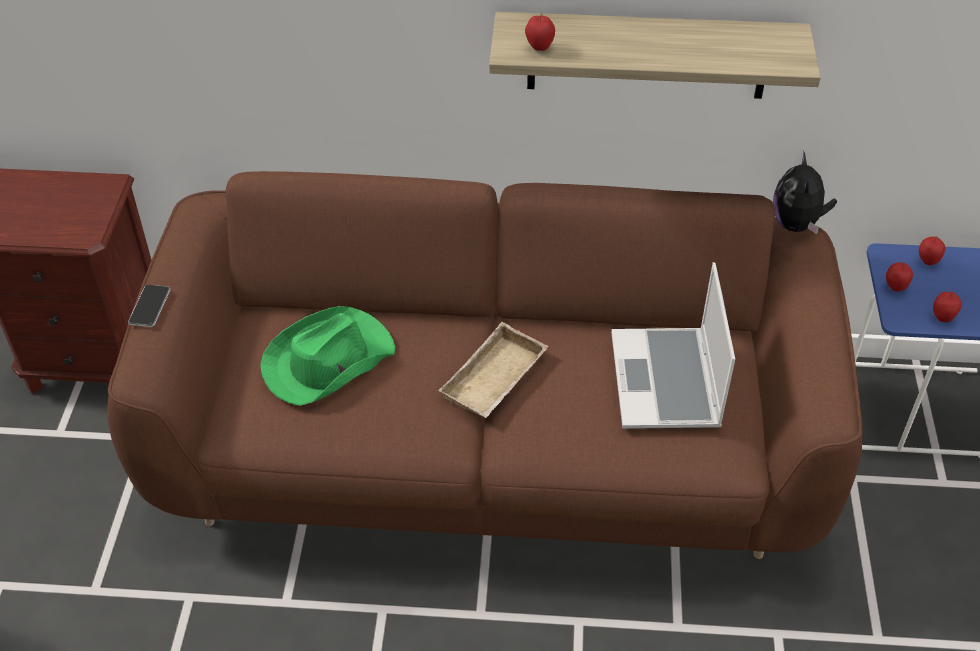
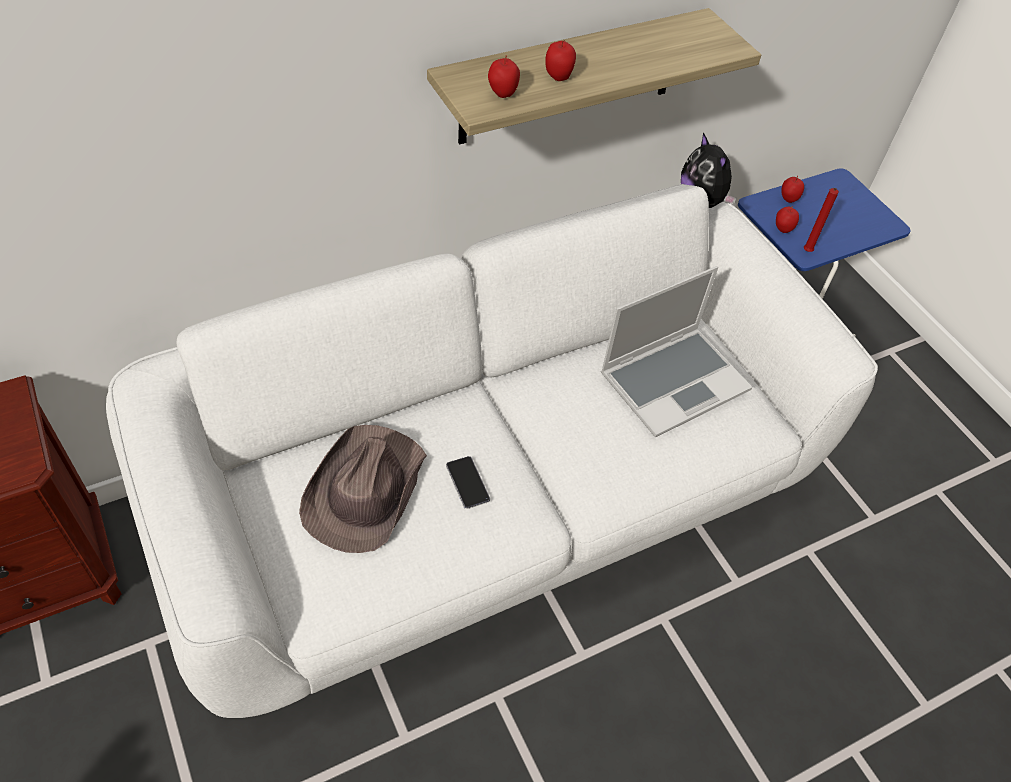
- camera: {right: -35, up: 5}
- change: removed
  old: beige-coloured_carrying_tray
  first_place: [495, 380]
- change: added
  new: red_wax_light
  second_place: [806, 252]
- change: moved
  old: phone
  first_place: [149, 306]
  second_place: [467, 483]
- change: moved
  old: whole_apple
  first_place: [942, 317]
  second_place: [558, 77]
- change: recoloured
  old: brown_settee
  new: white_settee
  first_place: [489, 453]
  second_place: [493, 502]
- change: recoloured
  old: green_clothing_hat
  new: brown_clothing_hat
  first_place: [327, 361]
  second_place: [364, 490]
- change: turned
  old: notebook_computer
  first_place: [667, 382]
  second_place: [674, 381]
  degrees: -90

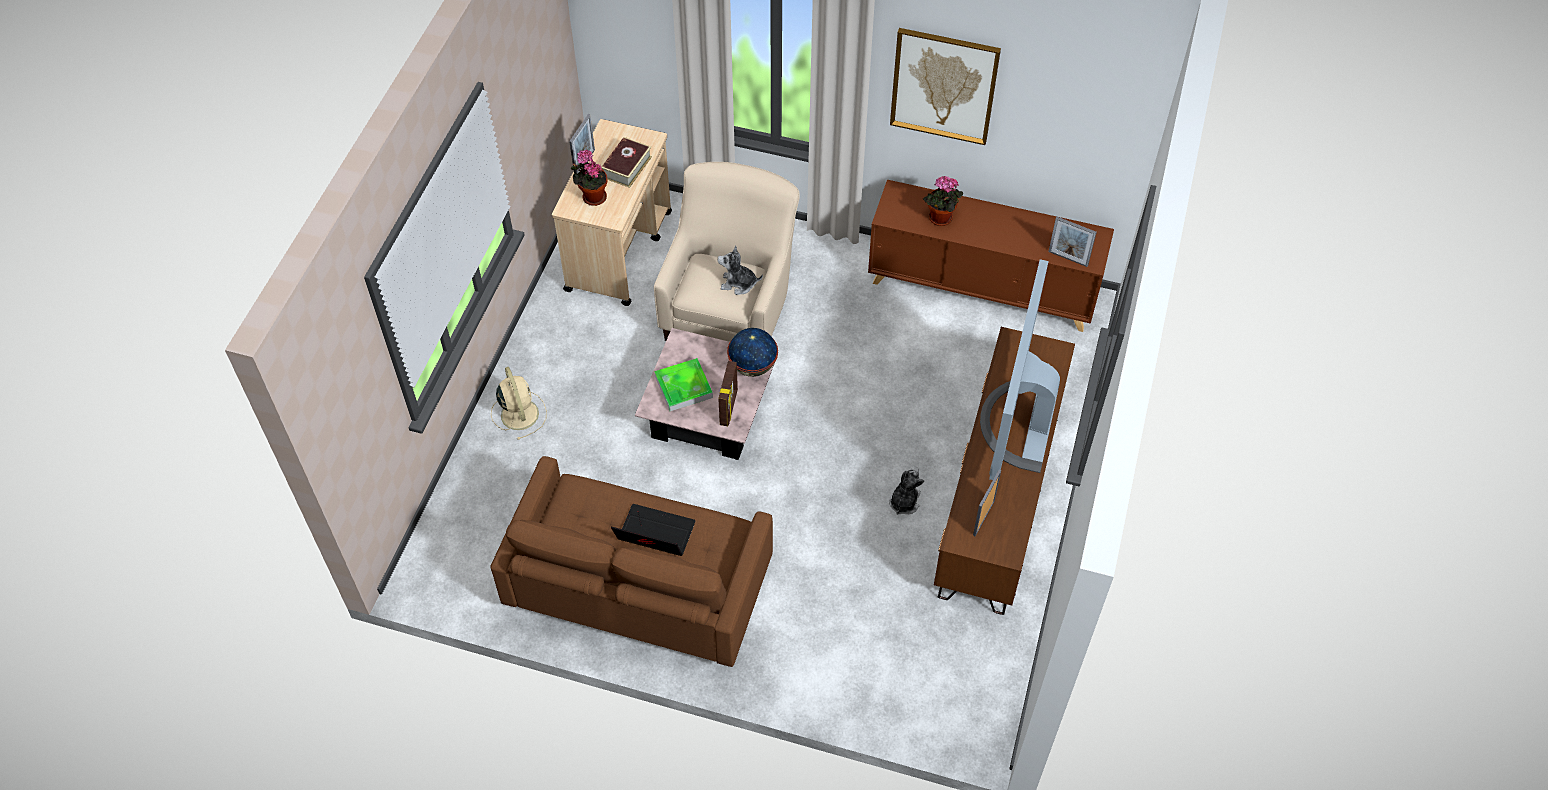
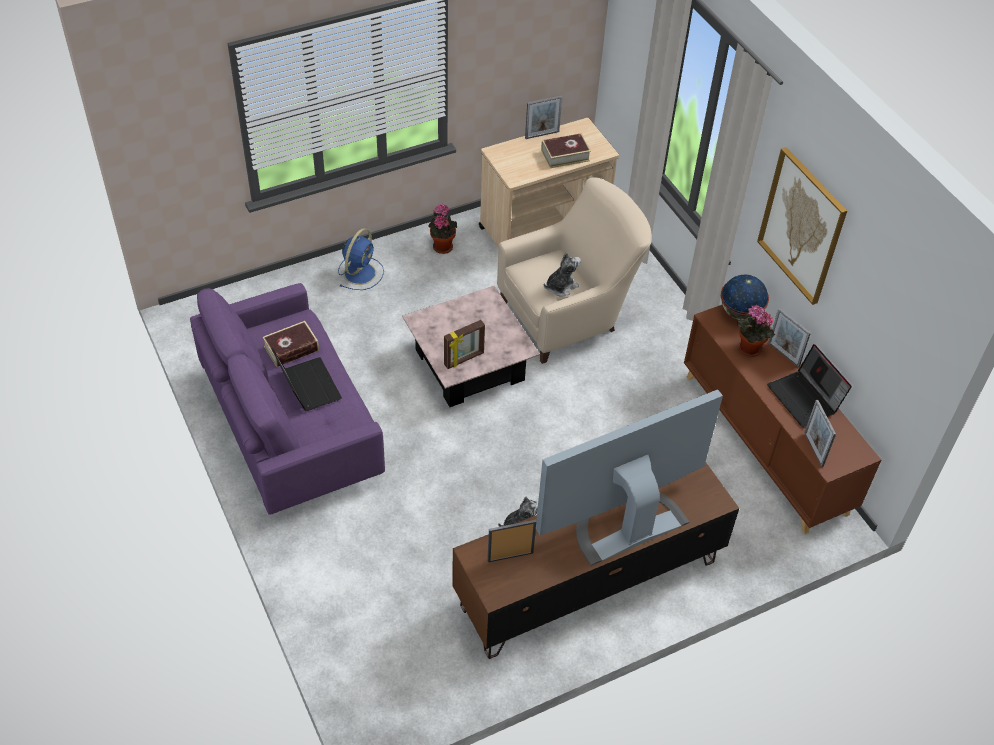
- camera: {right: 45, up: -5}
- change: removed
  old: carrying_tray
  first_place: [683, 387]
- change: added
  new: book
  second_place: [291, 348]
- change: added
  new: notebook_computer
  second_place: [805, 399]
- change: added
  new: photo_frame
  second_place: [783, 354]
- change: moved
  old: potted_plant
  first_place: [592, 197]
  second_place: [442, 246]
- change: moved
  old: world_globe
  first_place: [752, 366]
  second_place: [740, 313]
- change: recoloured
  old: brown_settee
  new: purple-coloured_settee
  first_place: [639, 589]
  second_place: [291, 427]
- change: recoloured
  old: beige-coloured_fan
  new: bluish_fan
  first_place: [519, 413]
  second_place: [360, 272]
- change: turned
  old: cuddly_toy
  first_place: [738, 284]
  second_place: [561, 287]
  degrees: 90

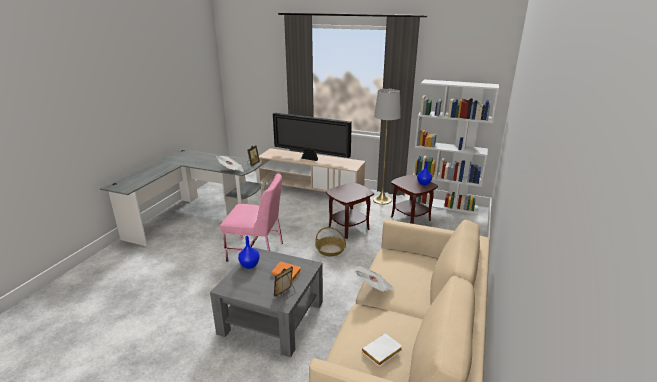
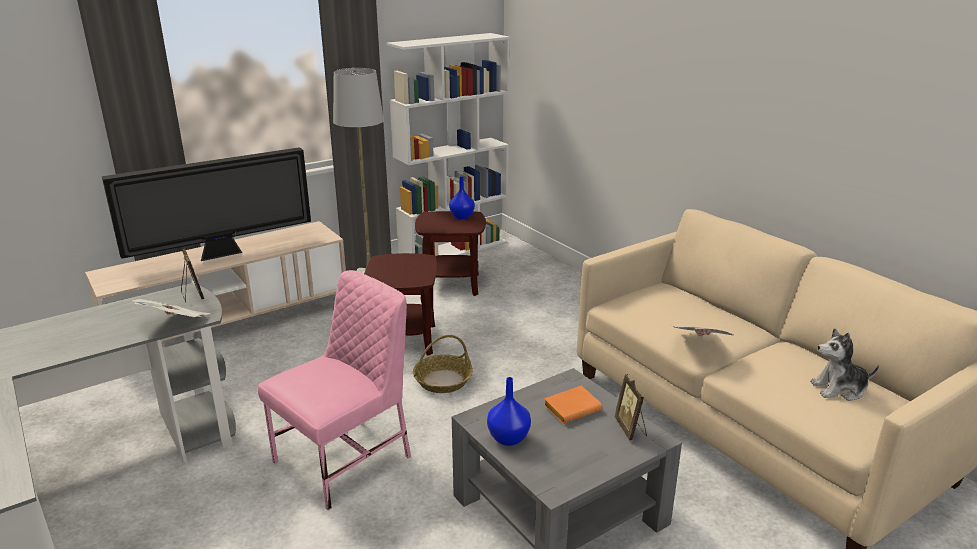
- camera: {right: -55, up: 0}
- change: replaced
  old: white_book
  new: cuddly_toy
  first_place: [382, 353]
  second_place: [839, 389]

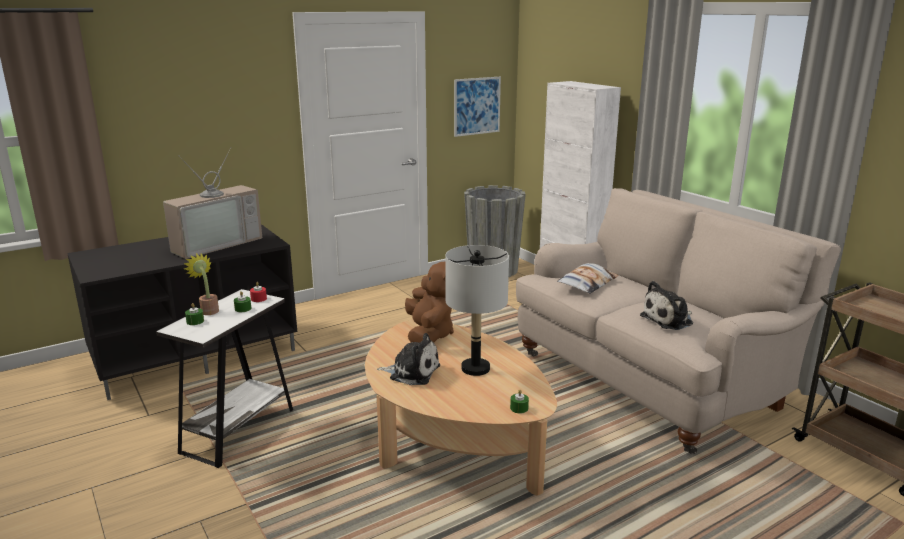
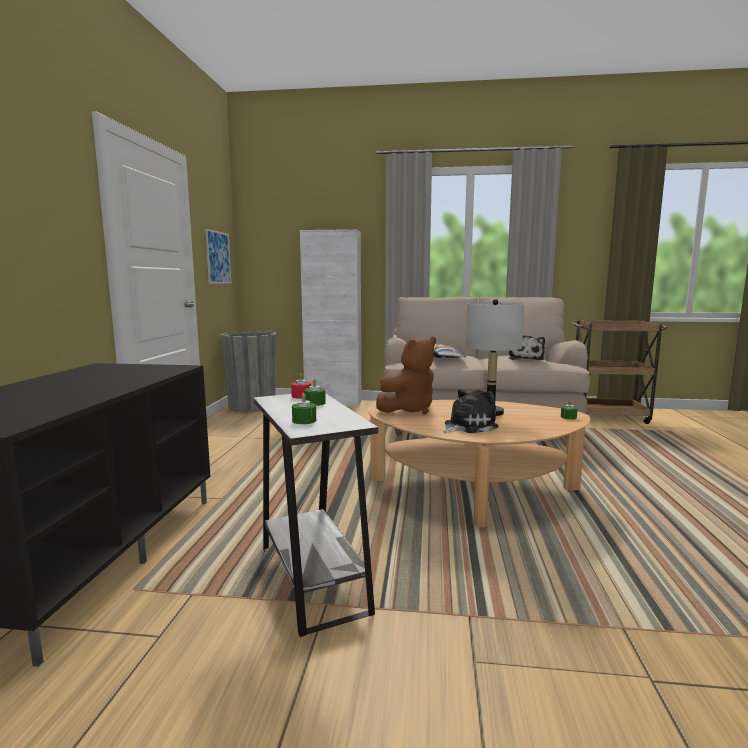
- camera: {right: -50, up: -10}
- change: removed
  old: TV
  first_place: [215, 243]
- change: removed
  old: potted_plant
  first_place: [208, 310]
- change: turned
  old: brown_cuddly_toy
  first_place: [429, 335]
  second_place: [409, 410]
  degrees: 105

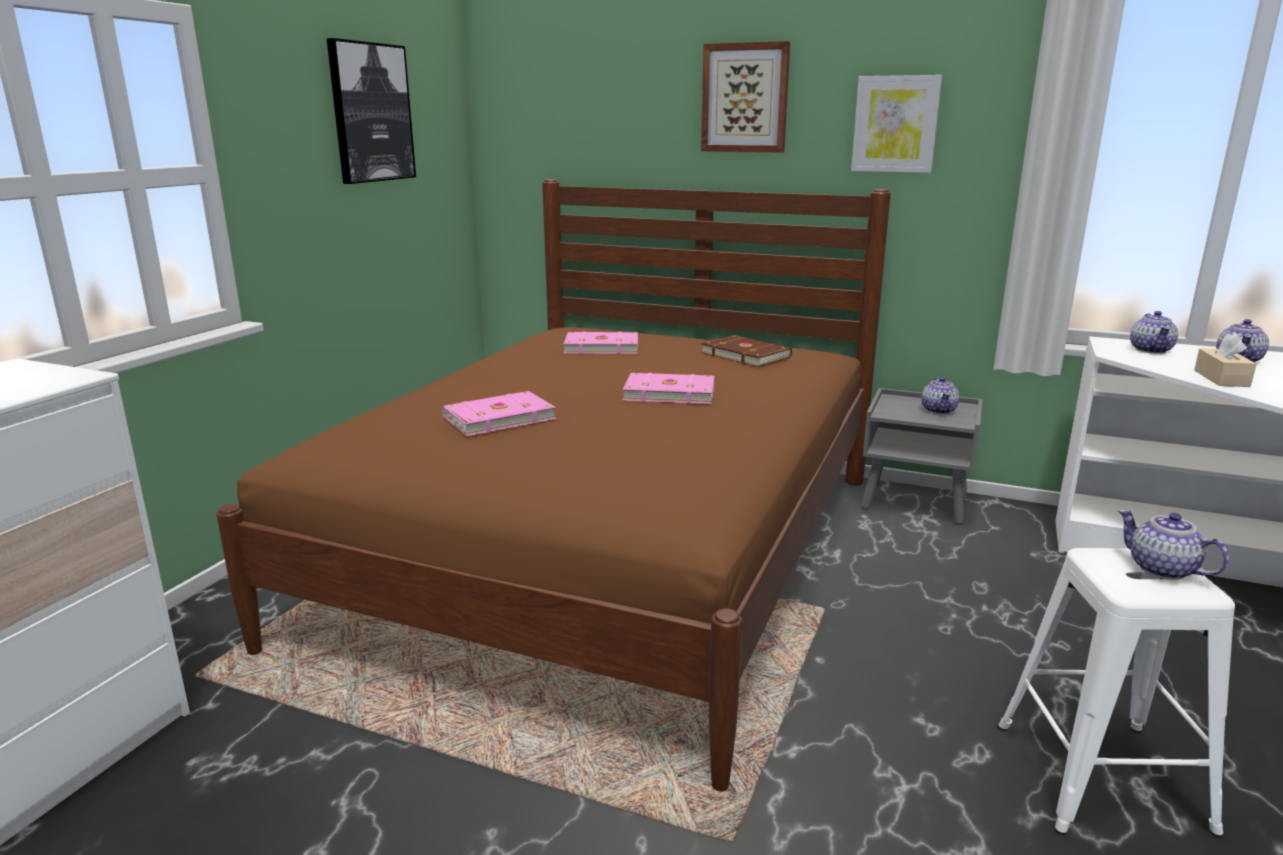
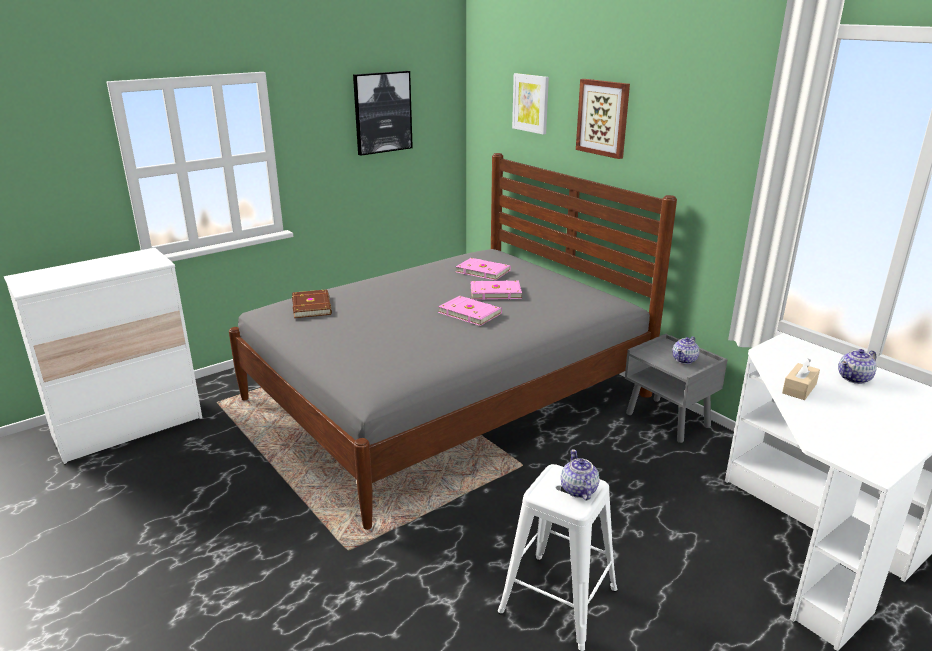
- camera: {right: 30, up: 5}
- change: removed
  old: pot_for_tea
  first_place: [1151, 350]
- change: moved
  old: pink_book
  first_place: [497, 417]
  second_place: [495, 292]
- change: moved
  old: brown_book
  first_place: [746, 354]
  second_place: [312, 306]
- change: moved
  old: wall_picture
  first_place: [895, 124]
  second_place: [531, 103]
- change: recoloured
  old: brown_bed
  new: gray_bed
  first_place: [611, 552]
  second_place: [446, 397]

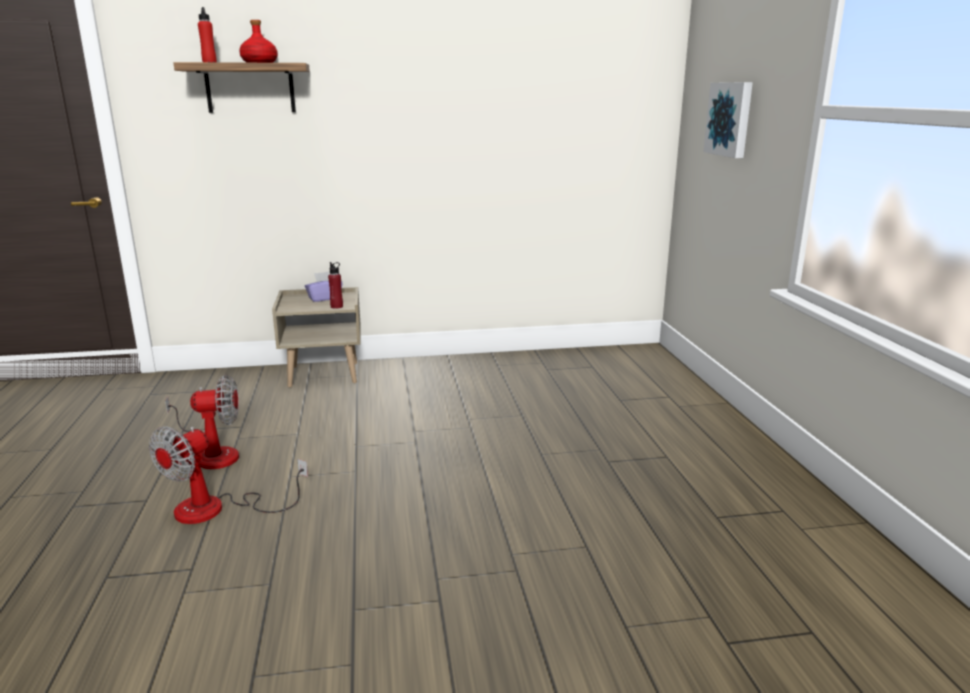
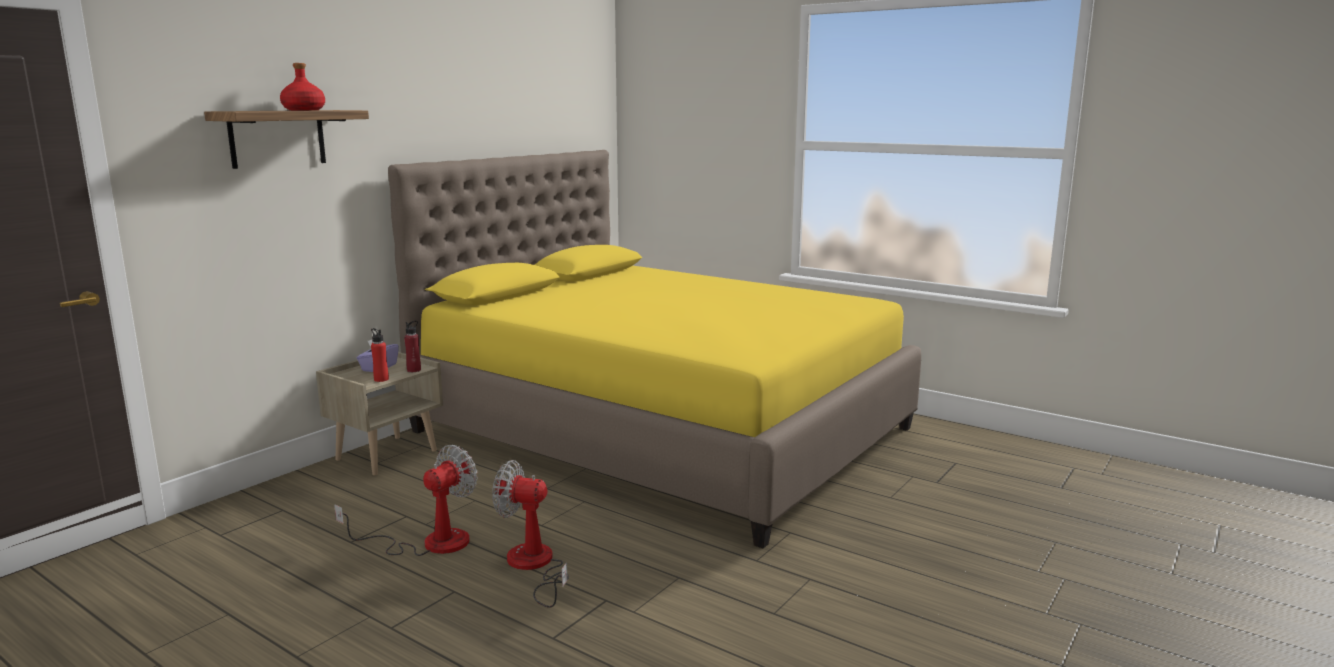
- camera: {right: -45, up: -5}
- change: removed
  old: wall_picture
  first_place: [730, 119]
- change: added
  new: yellow_bed
  second_place: [662, 429]
- change: moved
  old: red_drink_bottle
  first_place: [209, 62]
  second_place: [381, 379]
- change: turned
  old: fan
  first_place: [217, 509]
  second_place: [534, 566]
  degrees: 120

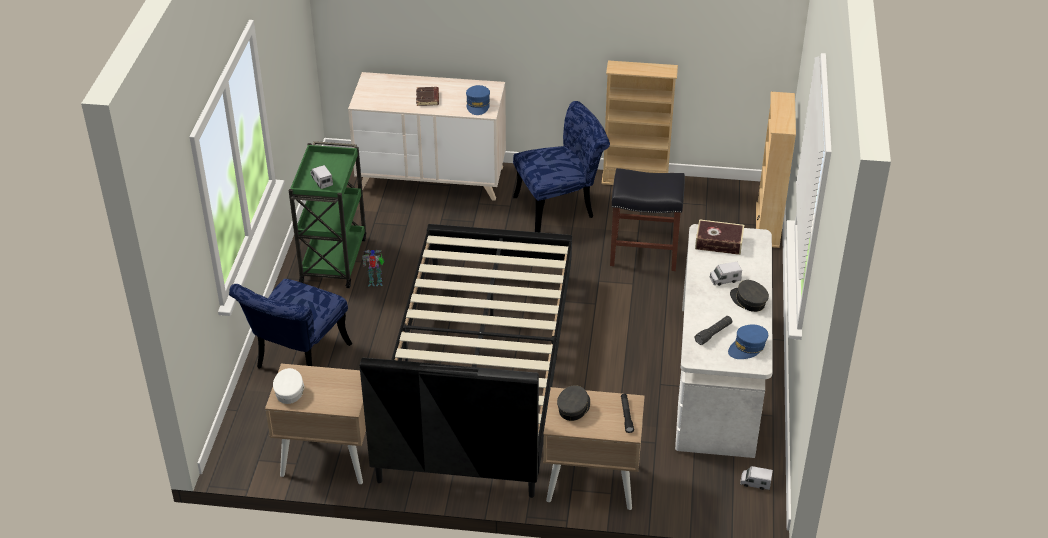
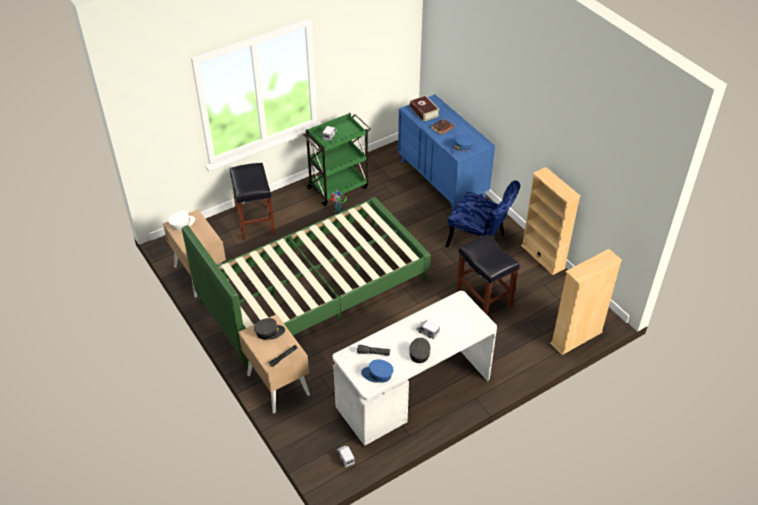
- camera: {right: 50, up: 5}
- change: moved
  old: book
  first_place: [719, 242]
  second_place: [424, 111]
- change: replaced
  old: bluish_upright_chair
  new: black-coloured_stool
  first_place: [297, 360]
  second_place: [255, 222]
- change: recoloured
  old: beige-coloured_dresser
  new: bluish_dresser
  first_place: [432, 178]
  second_place: [442, 180]
- change: recoloured
  old: black-coloured_bed
  new: green_bed
  first_place: [478, 372]
  second_place: [314, 290]

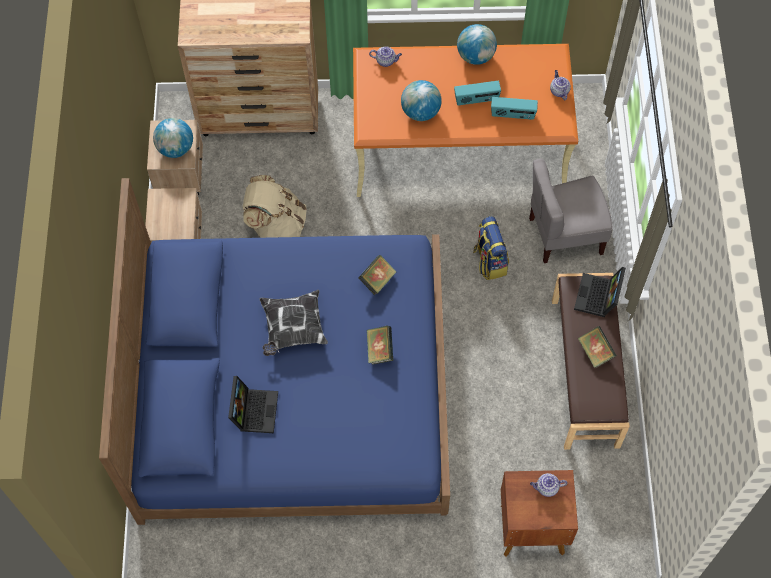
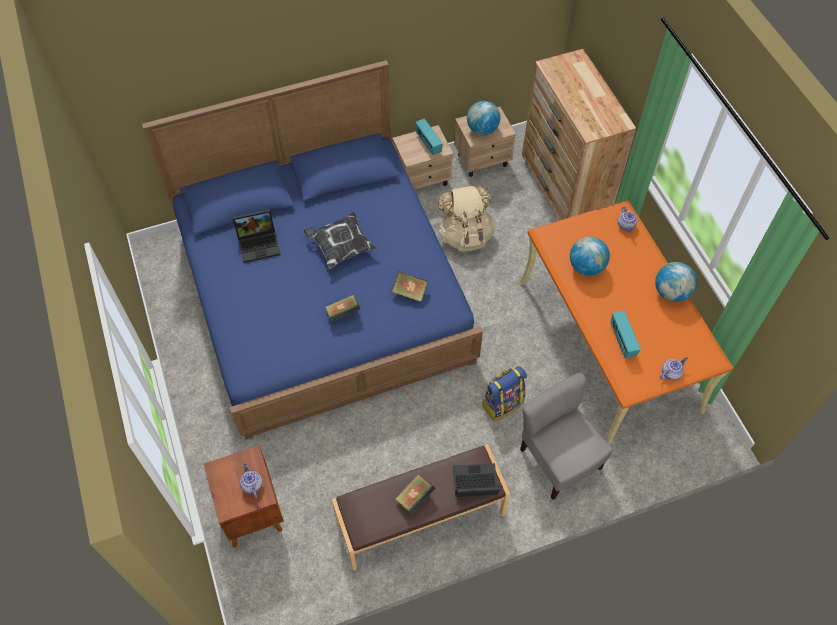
- camera: {right: 70, up: -5}
- change: moved
  old: radio_set
  first_place: [476, 100]
  second_place: [428, 144]

